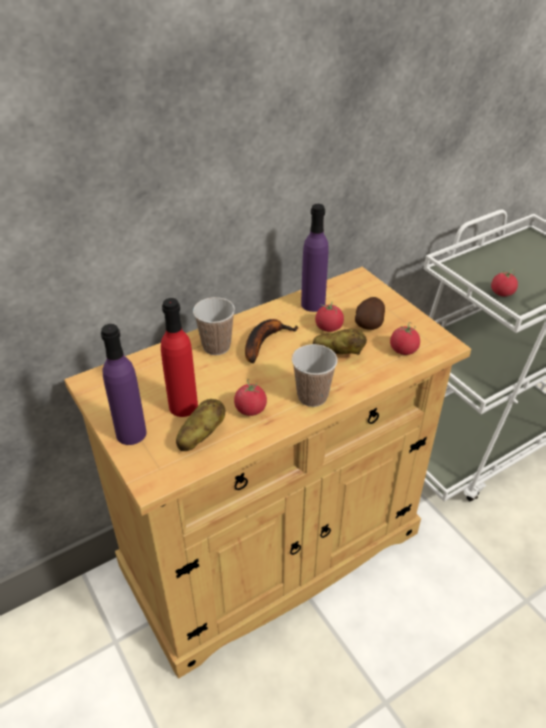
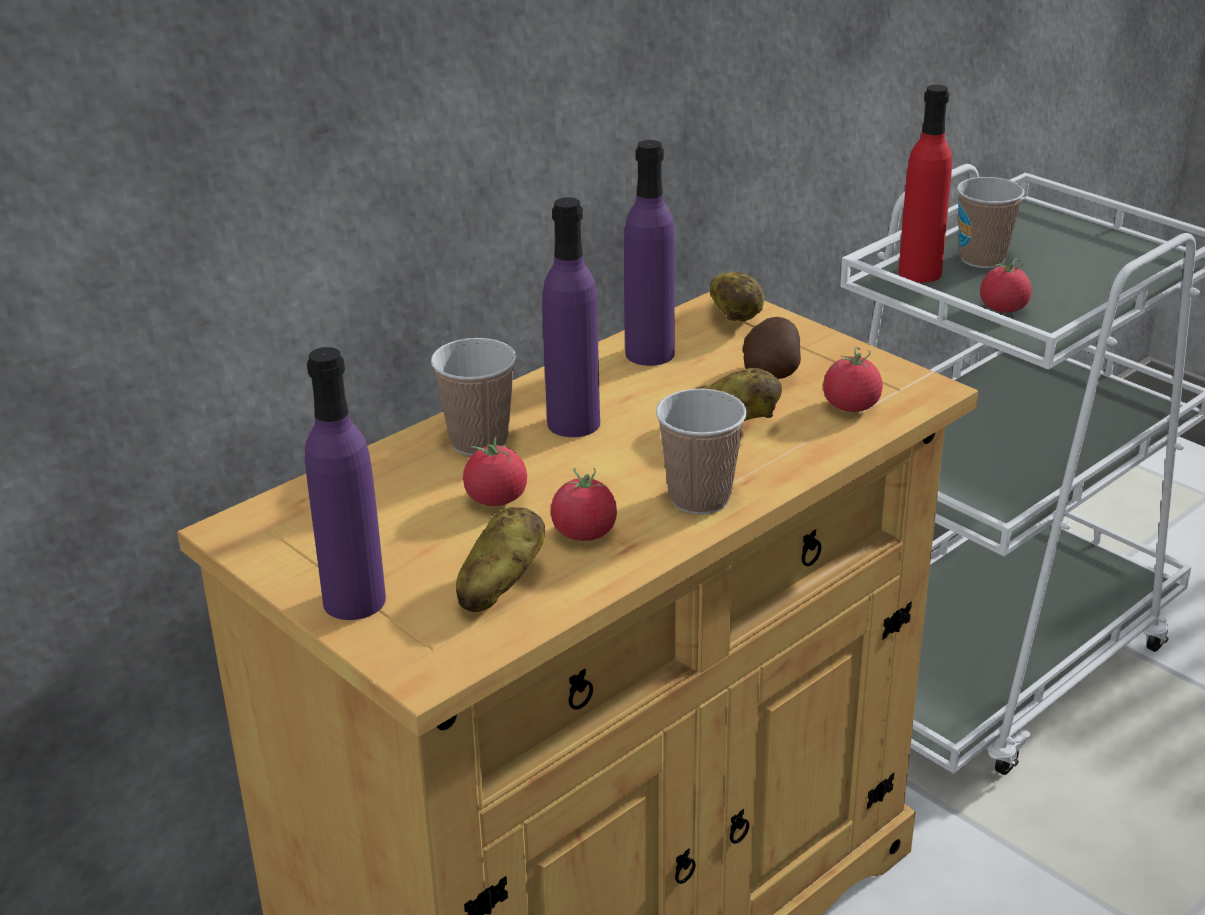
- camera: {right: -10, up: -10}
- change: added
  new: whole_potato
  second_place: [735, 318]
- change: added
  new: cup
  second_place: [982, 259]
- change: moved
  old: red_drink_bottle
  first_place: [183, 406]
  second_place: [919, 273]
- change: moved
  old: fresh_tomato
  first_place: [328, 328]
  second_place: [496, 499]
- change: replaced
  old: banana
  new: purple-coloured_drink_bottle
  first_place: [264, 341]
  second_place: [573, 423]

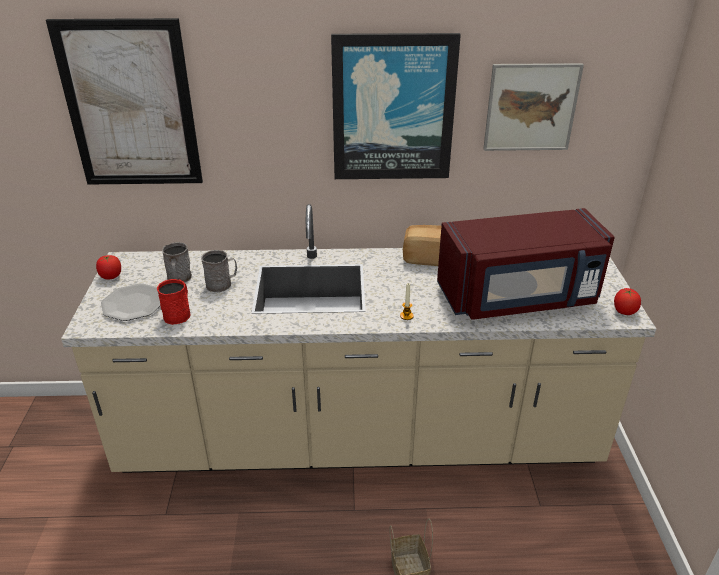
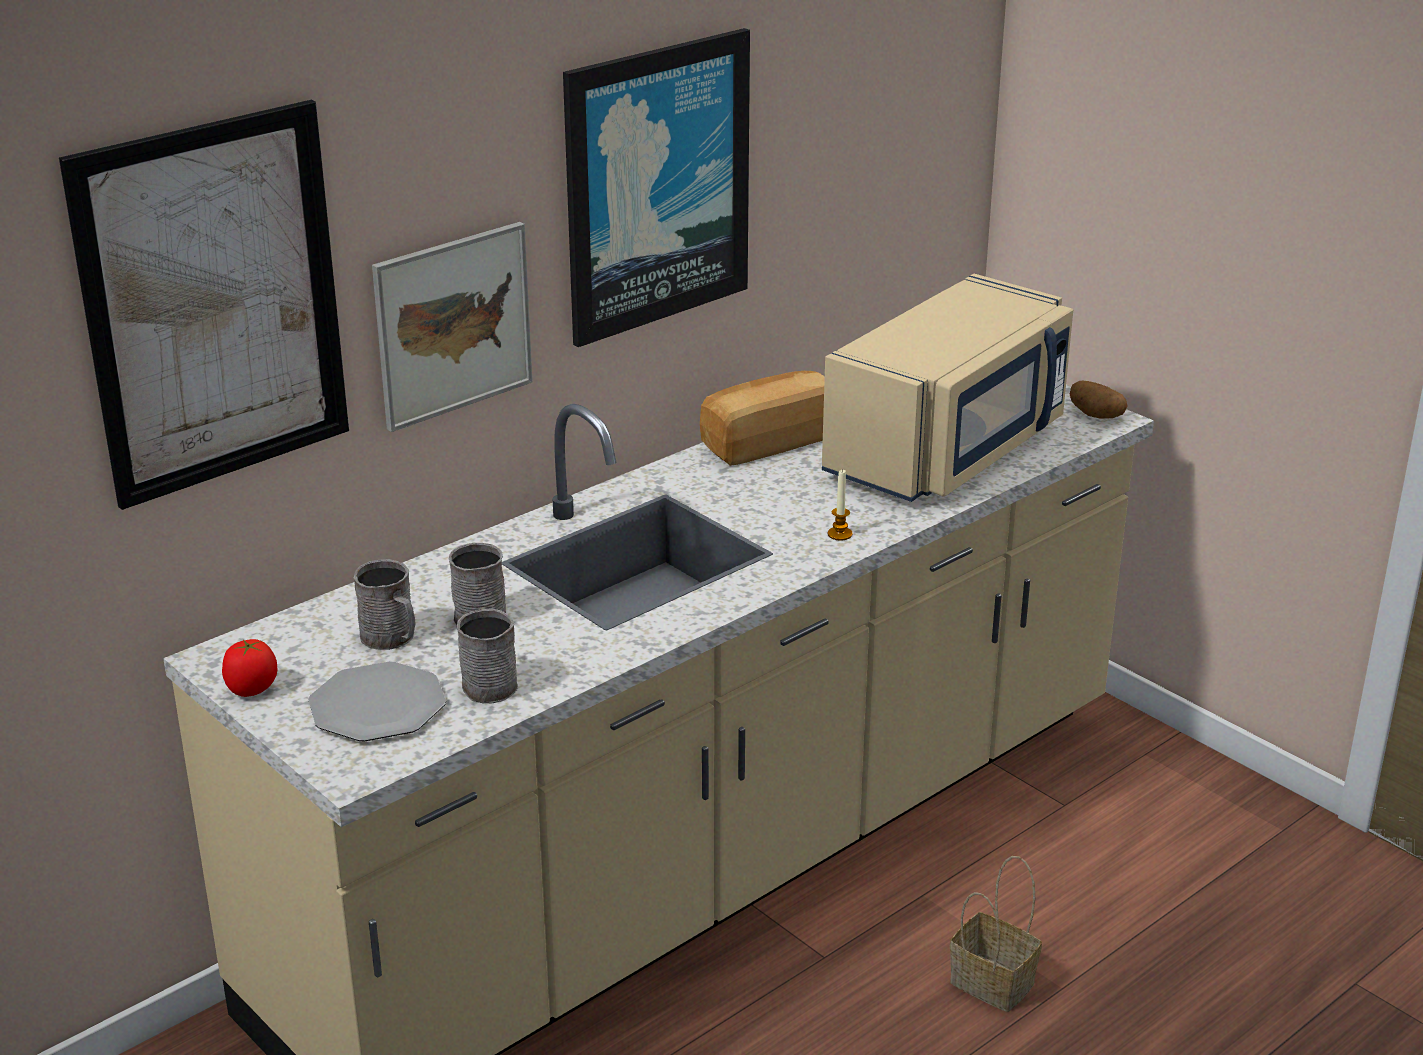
- camera: {right: -40, up: -5}
- change: moved
  old: wall_picture
  first_place: [531, 107]
  second_place: [453, 325]
- change: replaced
  old: fresh_tomato
  new: whole_potato
  first_place: [624, 311]
  second_place: [1095, 415]
- change: recoloured
  old: red_tea_mug
  new: gray_tea_mug
  first_place: [179, 314]
  second_place: [487, 683]
- change: recoloured
  old: red_kitchen_microwave
  new: beige-coloured_kitchen_microwave
  first_place: [519, 297]
  second_place: [950, 450]

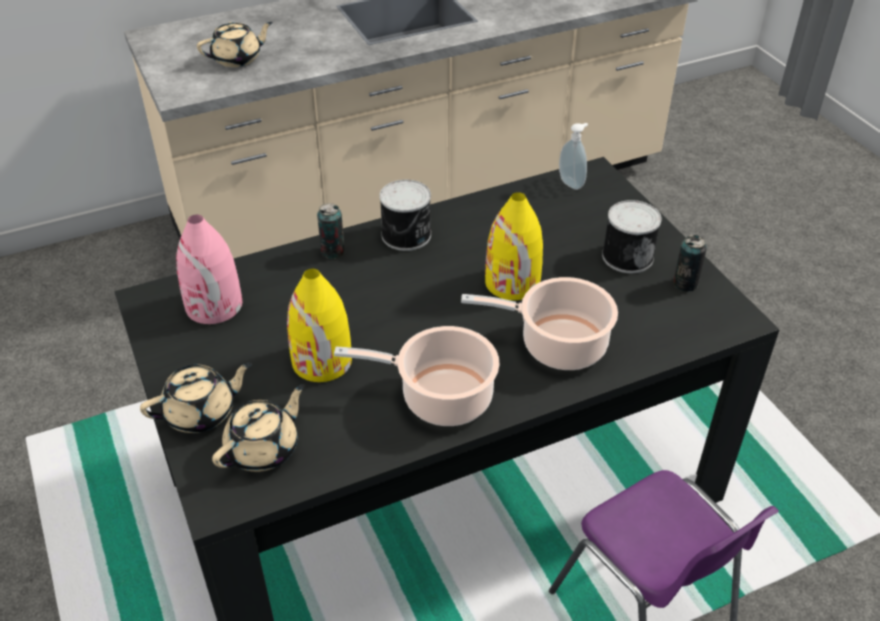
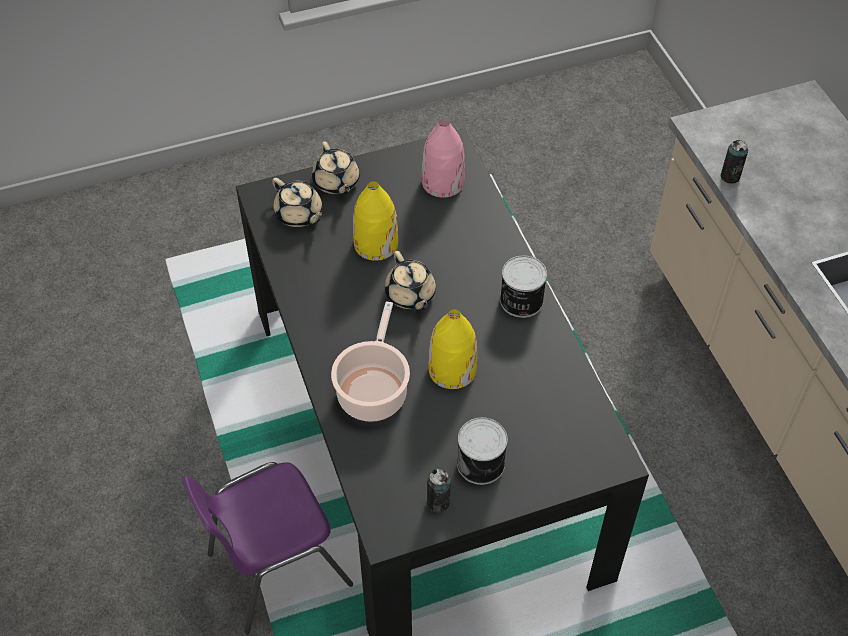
- camera: {right: 95, up: 10}
- change: removed
  old: stockpot
  first_place: [440, 397]
- change: removed
  old: soap_dispenser
  first_place: [572, 183]
- change: moved
  old: beige-coloured_pot_for_tea
  first_place: [238, 59]
  second_place: [410, 295]
- change: moved
  old: sealed_can
  first_place: [332, 251]
  second_place: [730, 176]

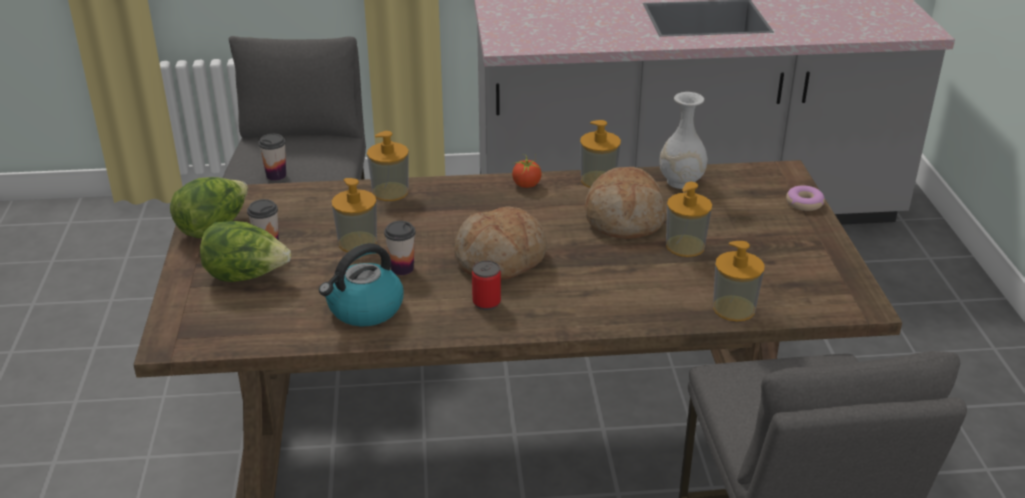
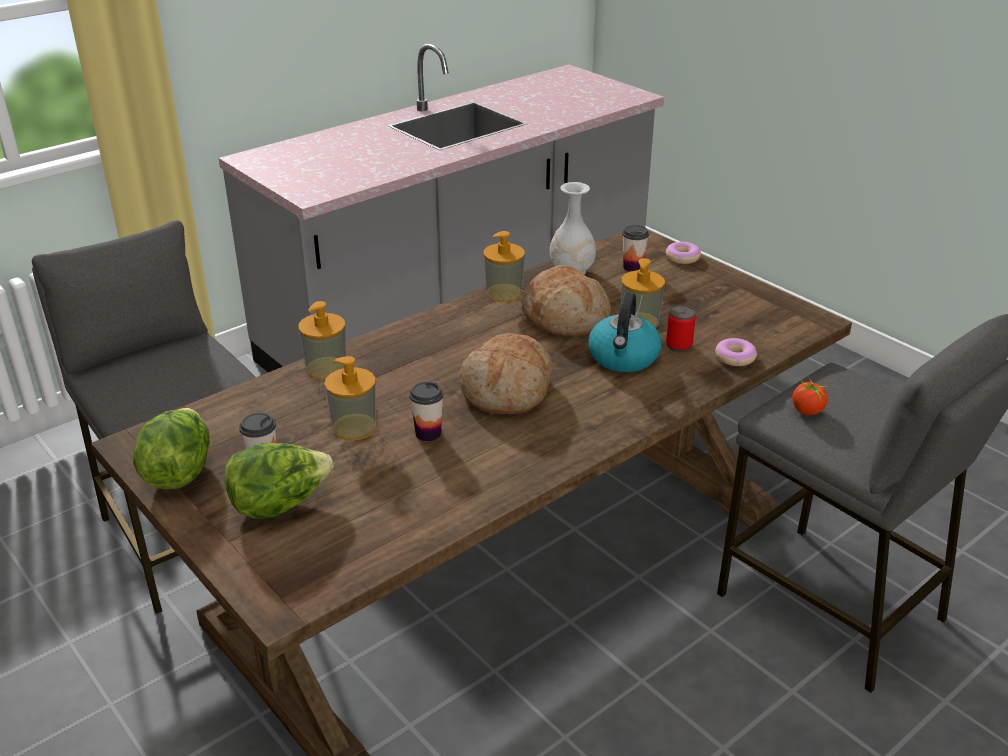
- camera: {right: -35, up: 0}
- change: moved
  old: cup
  first_place: [276, 175]
  second_place: [633, 267]
- change: moved
  old: tea_kettle
  first_place: [364, 309]
  second_place: [623, 358]
- change: moved
  old: sealed_can
  first_place: [486, 302]
  second_place: [679, 345]
- change: moved
  old: fresh_tomato
  first_place: [526, 184]
  second_place: [807, 410]
- change: replaced
  old: soap_dispenser
  new: donut
  first_place: [734, 308]
  second_place: [735, 358]

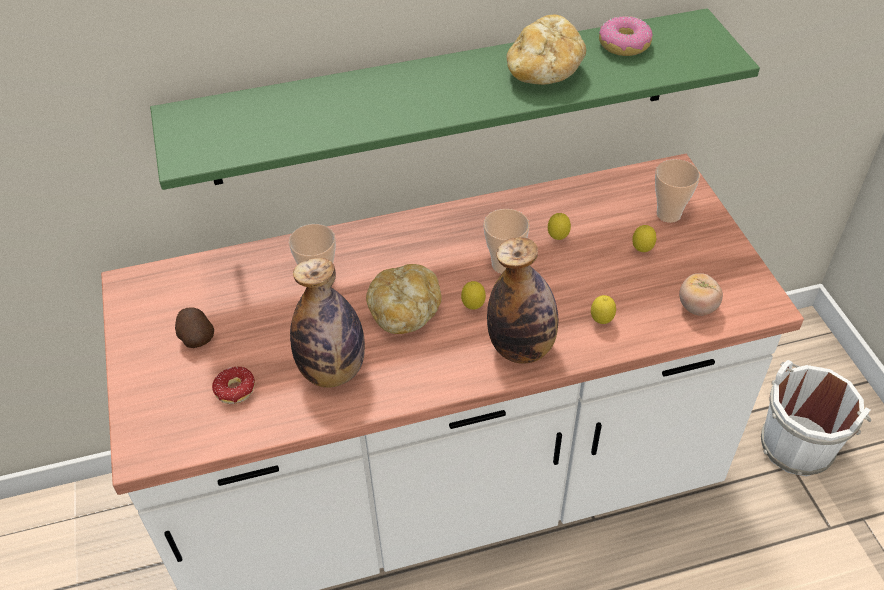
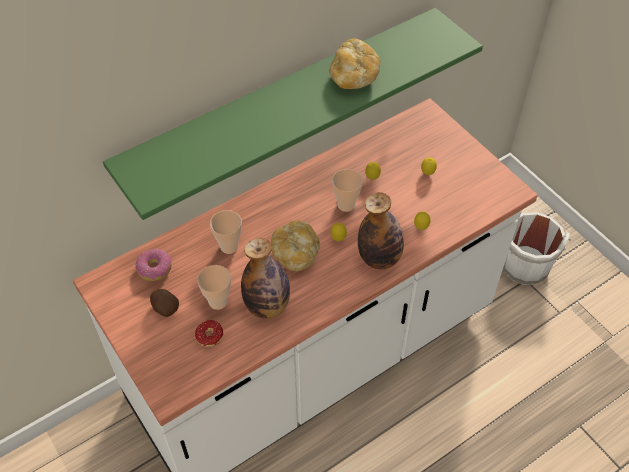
- camera: {right: -20, up: 5}
- change: removed
  old: fresh_tomato
  first_place: [697, 307]
- change: moved
  old: donut
  first_place: [624, 45]
  second_place: [154, 269]
- change: moved
  old: cup
  first_place: [668, 214]
  second_place: [218, 301]

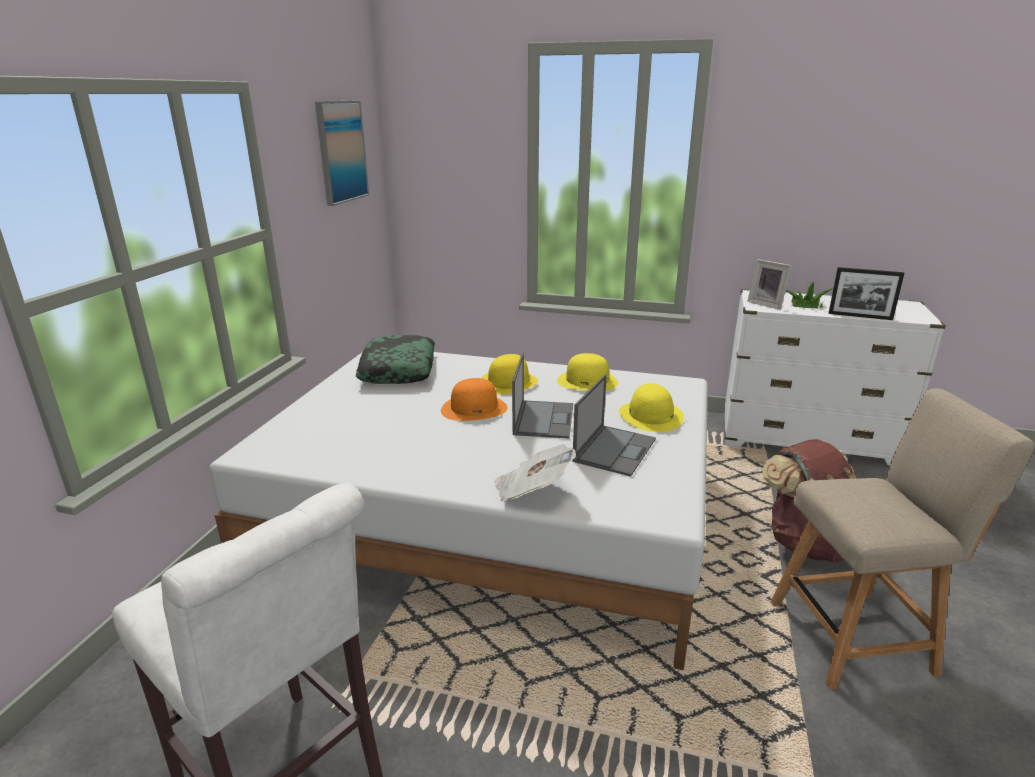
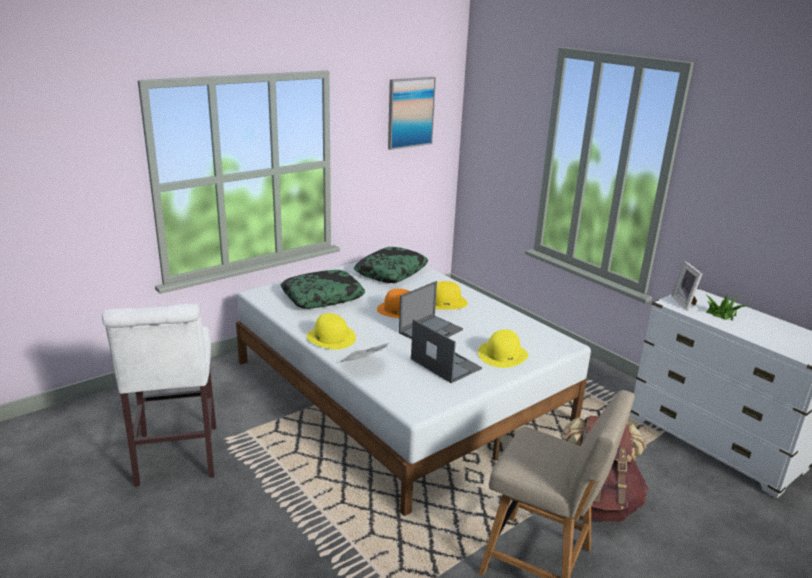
- camera: {right: 35, up: 0}
- change: removed
  old: photo_frame
  first_place: [860, 316]
- change: added
  new: cushion
  second_place: [322, 297]
- change: moved
  old: yellow_clothing_hat
  first_place: [587, 381]
  second_place: [331, 337]
- change: turned
  old: notebook_computer
  first_place: [615, 449]
  second_place: [445, 364]
  degrees: -105

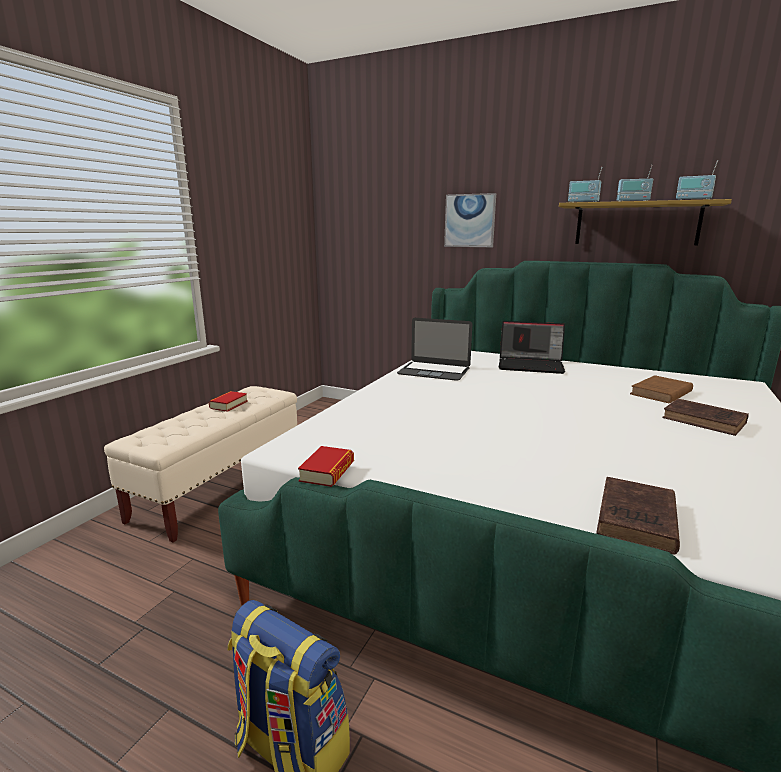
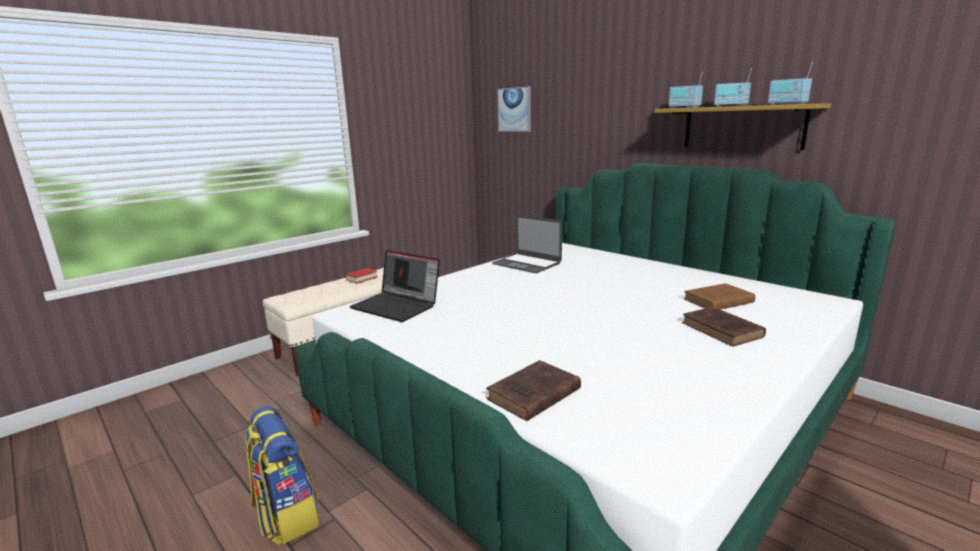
- camera: {right: 20, up: 0}
- change: removed
  old: book
  first_place: [327, 471]
- change: moved
  old: wall_picture
  first_place: [470, 220]
  second_place: [514, 109]
- change: moved
  old: notebook_computer
  first_place: [531, 365]
  second_place: [397, 306]

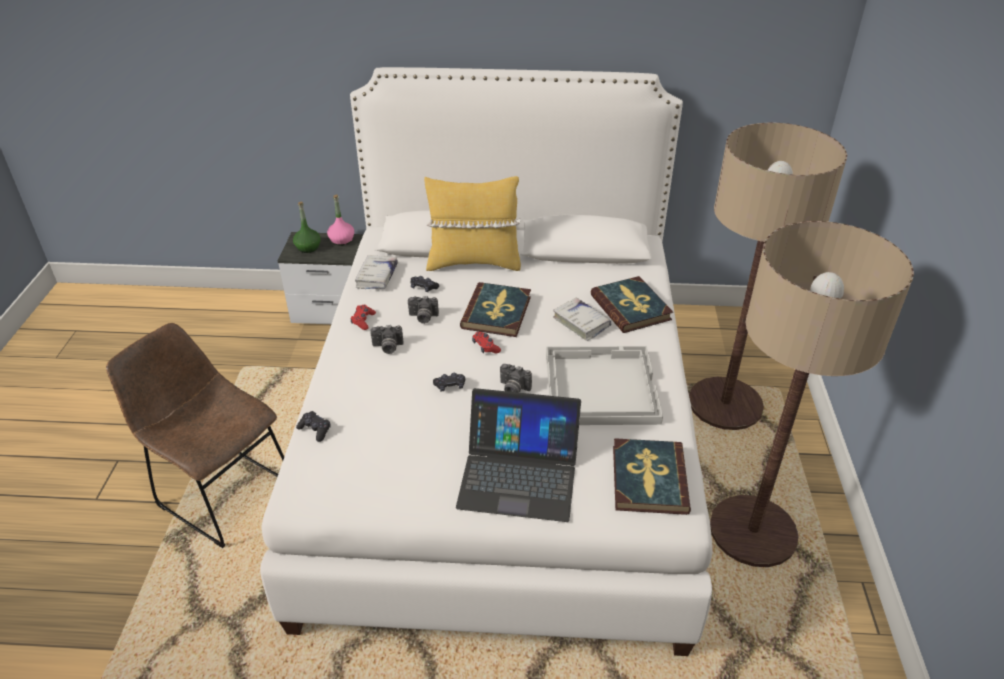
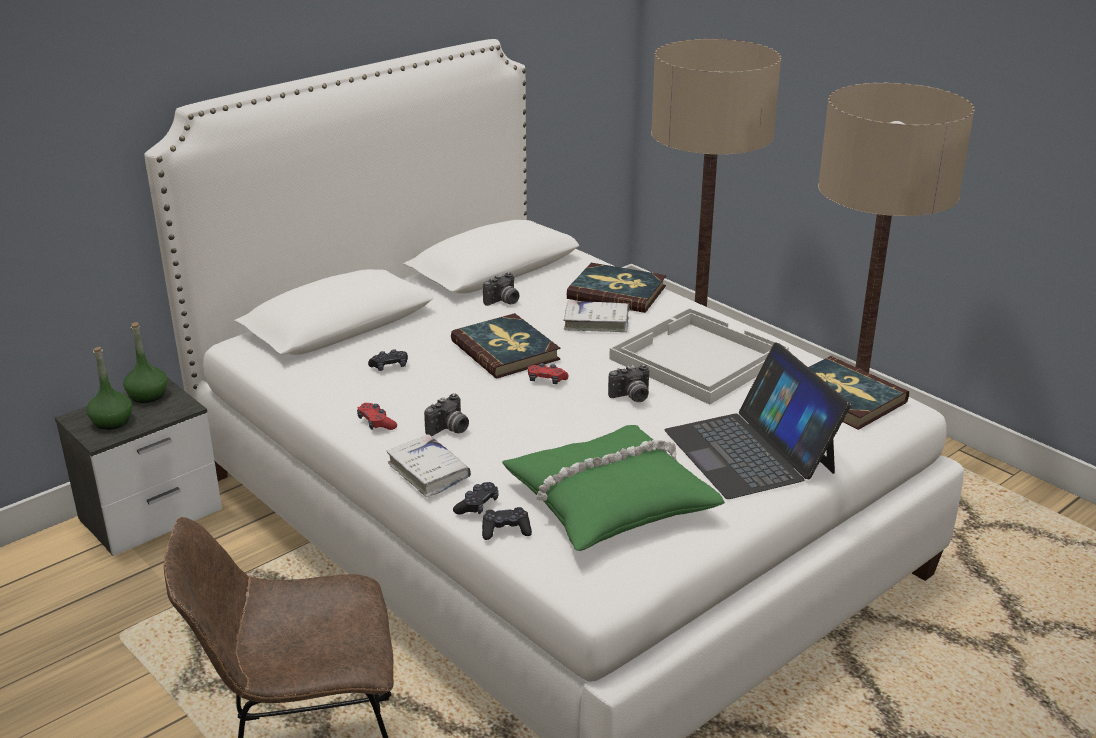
- camera: {right: -45, up: -10}
- change: removed
  old: yellow_cushion
  first_place: [473, 262]
- change: added
  new: green_cushion
  second_place: [609, 500]
- change: moved
  old: white_book
  first_place: [377, 277]
  second_place: [428, 472]
- change: moved
  old: photo_camera
  first_place: [423, 318]
  second_place: [503, 302]
- change: moved
  old: black-coloured_game_controller
  first_place: [450, 386]
  second_place: [477, 505]
- change: recoloured
  old: pink_drink_bottle
  new: green_drink_bottle
  first_place: [342, 240]
  second_place: [148, 395]
- change: turned
  old: notebook_computer
  first_place: [519, 475]
  second_place: [750, 451]
  degrees: 105

